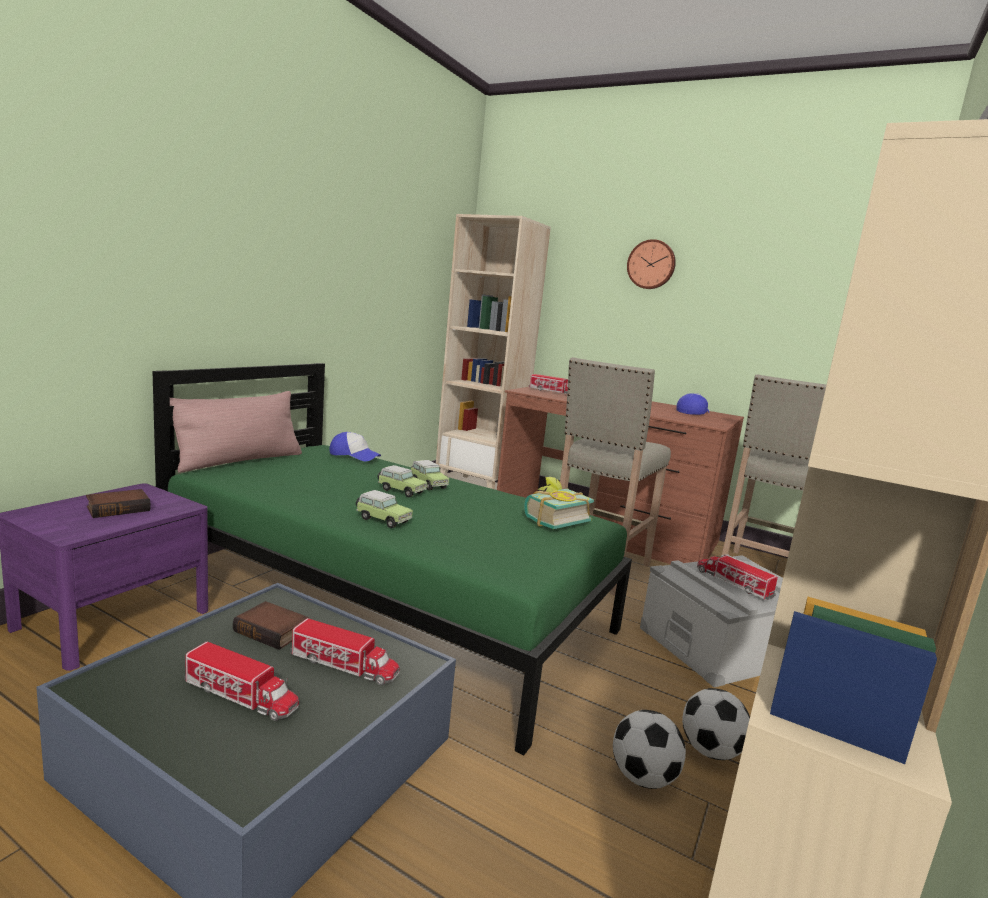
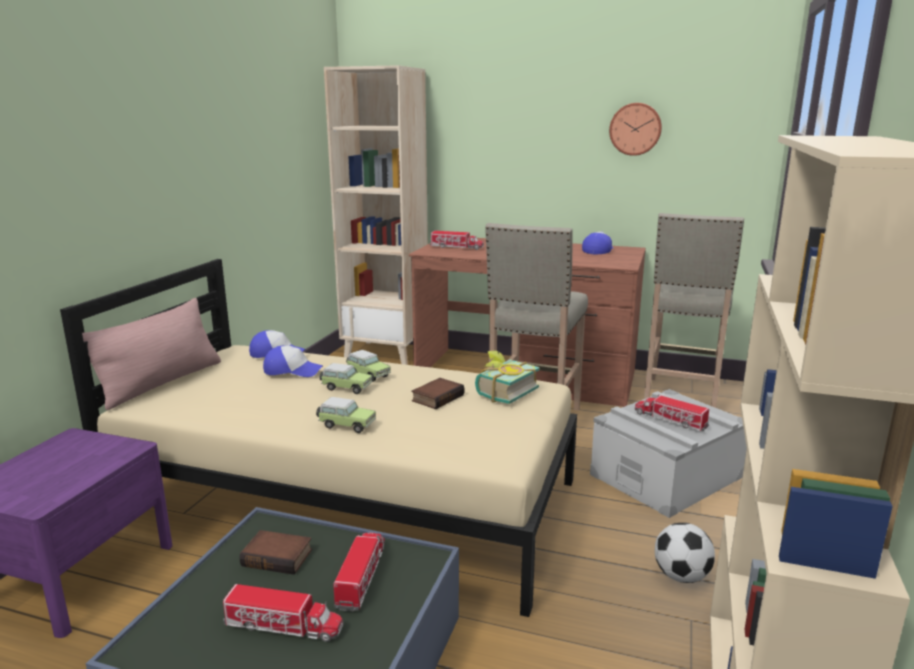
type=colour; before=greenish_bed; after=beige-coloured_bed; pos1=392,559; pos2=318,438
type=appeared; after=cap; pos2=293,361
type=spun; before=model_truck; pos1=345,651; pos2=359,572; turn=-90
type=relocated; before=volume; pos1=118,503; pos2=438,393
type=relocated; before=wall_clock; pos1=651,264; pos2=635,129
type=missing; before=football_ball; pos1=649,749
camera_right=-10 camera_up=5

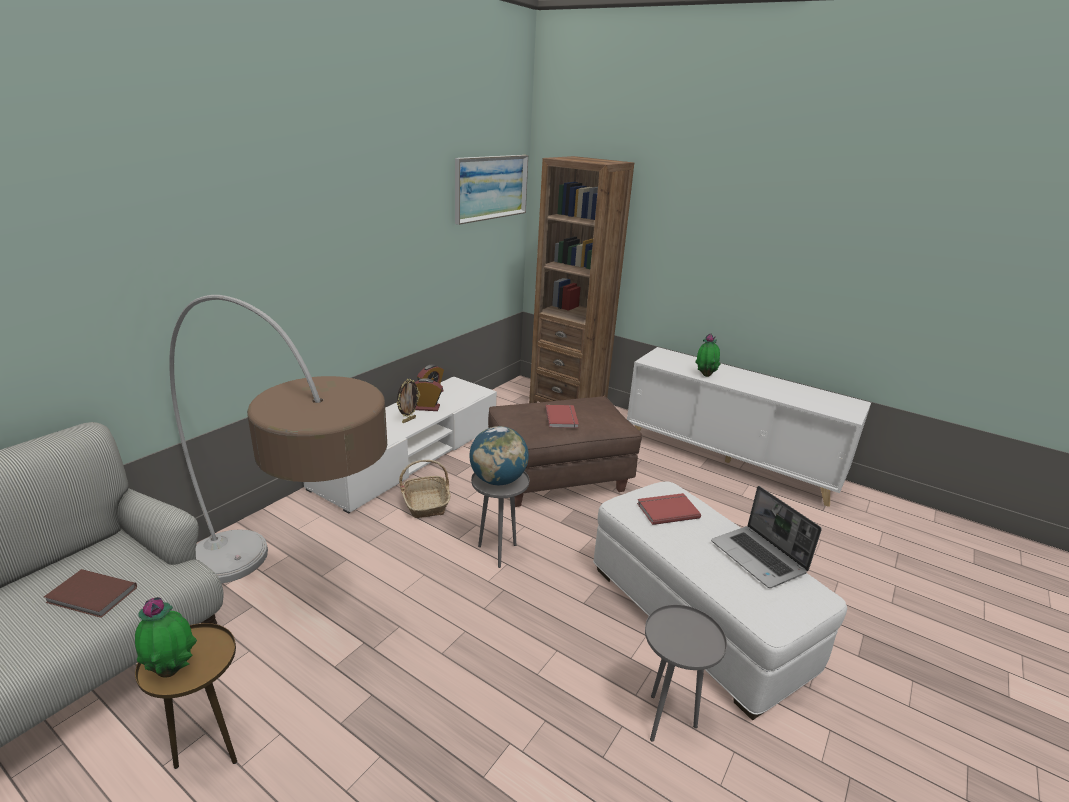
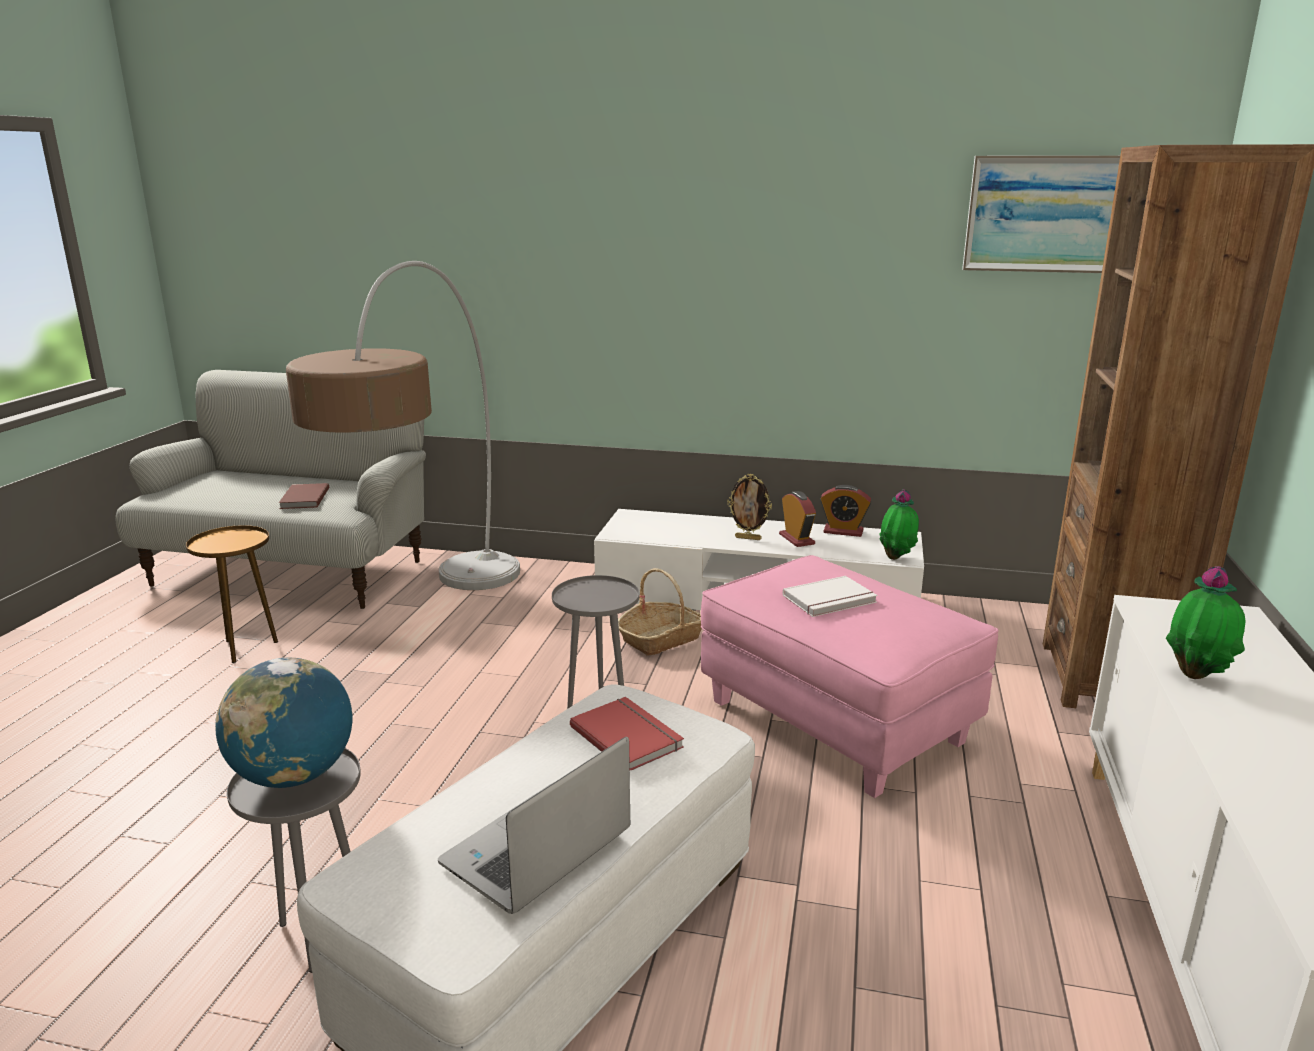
type=relocated; before=globe; pos1=499,455; pos2=283,723
type=colour; before=brown_pouffe; after=pinkish_pouffe; pos1=565,451; pos2=850,676
type=colour; before=reddish_volume; after=white-coloured_volume; pos1=562,416; pos2=830,596
type=relocated; before=houseplant; pos1=166,637; pos2=899,524
camera_right=70 camera_up=-5

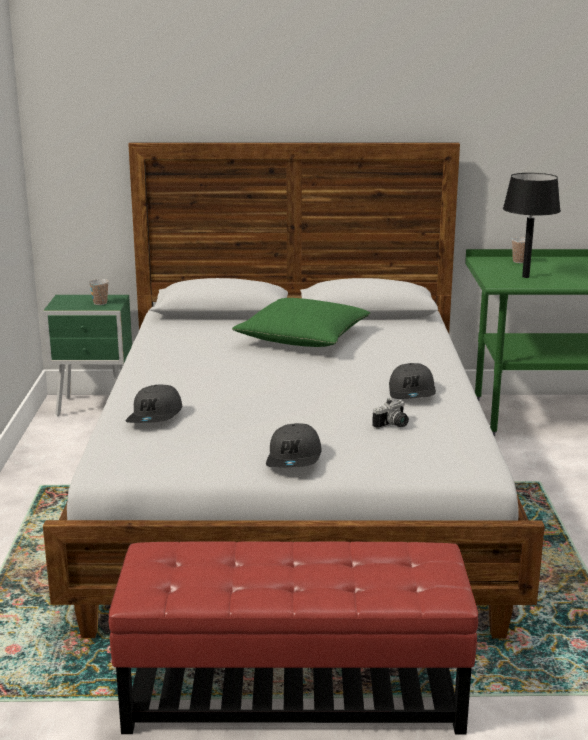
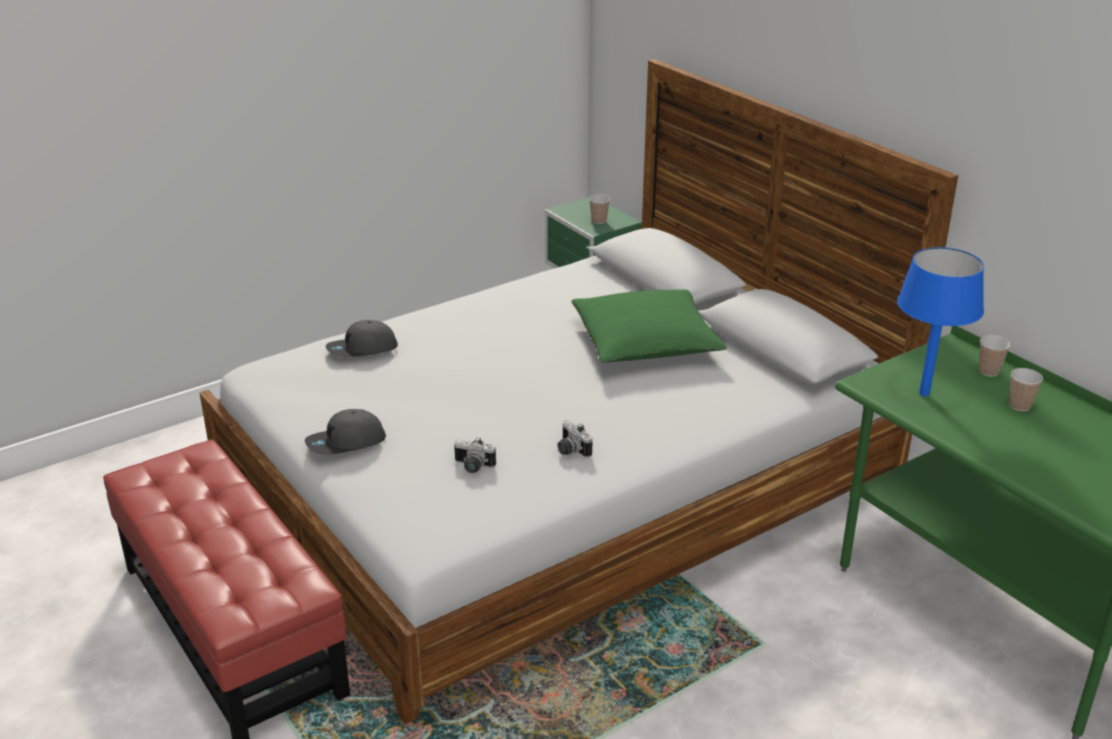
type=exchanged; before=grey_cap; after=still_camera; pos1=412,381; pos2=574,439
type=colour; before=black-coloured_lamp_for_a_table; after=blue-coloured_lamp_for_a_table; pos1=532,225; pos2=940,321
type=appeared; after=drinking_cup; pos2=1026,389
camera_right=55 camera_up=10

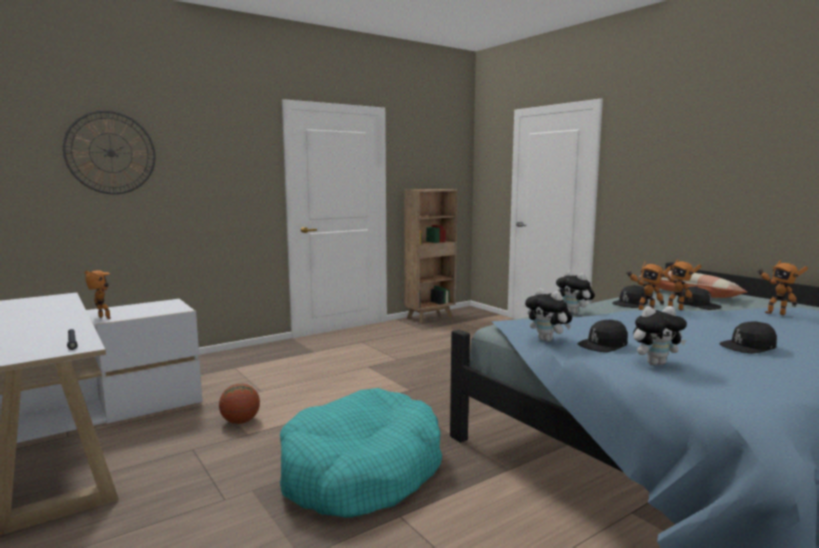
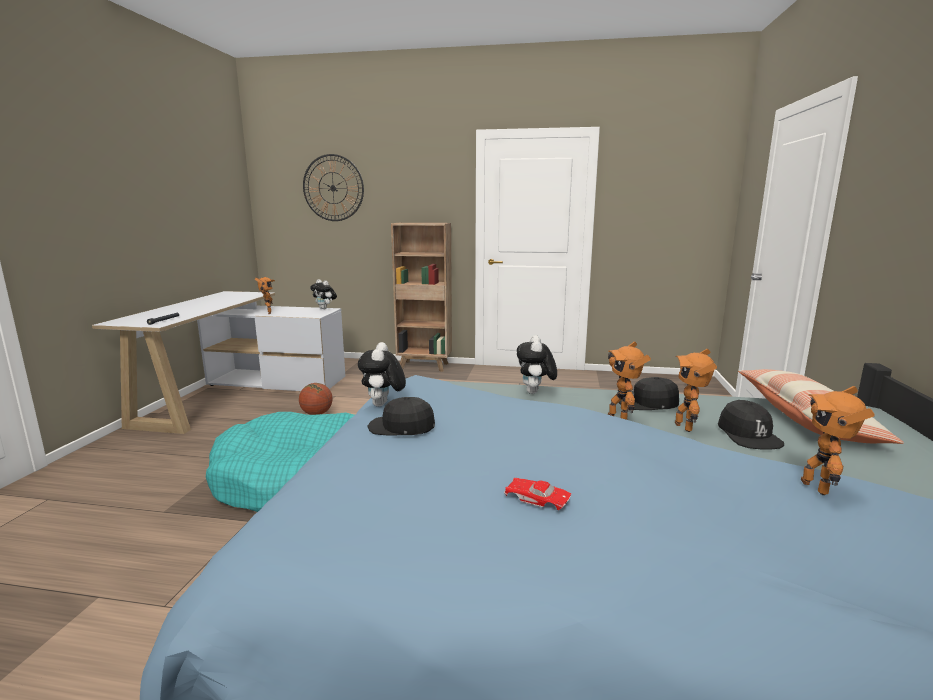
type=relocated; before=plush_toy; pos1=660,335; pos2=323,294
type=relocated; before=brown_bookcase; pos1=430,256; pos2=421,297
type=exchanged; before=black-coloured_cap; after=reddish_model_car; pos1=748,337; pos2=537,494
camera_right=45 camera_up=5

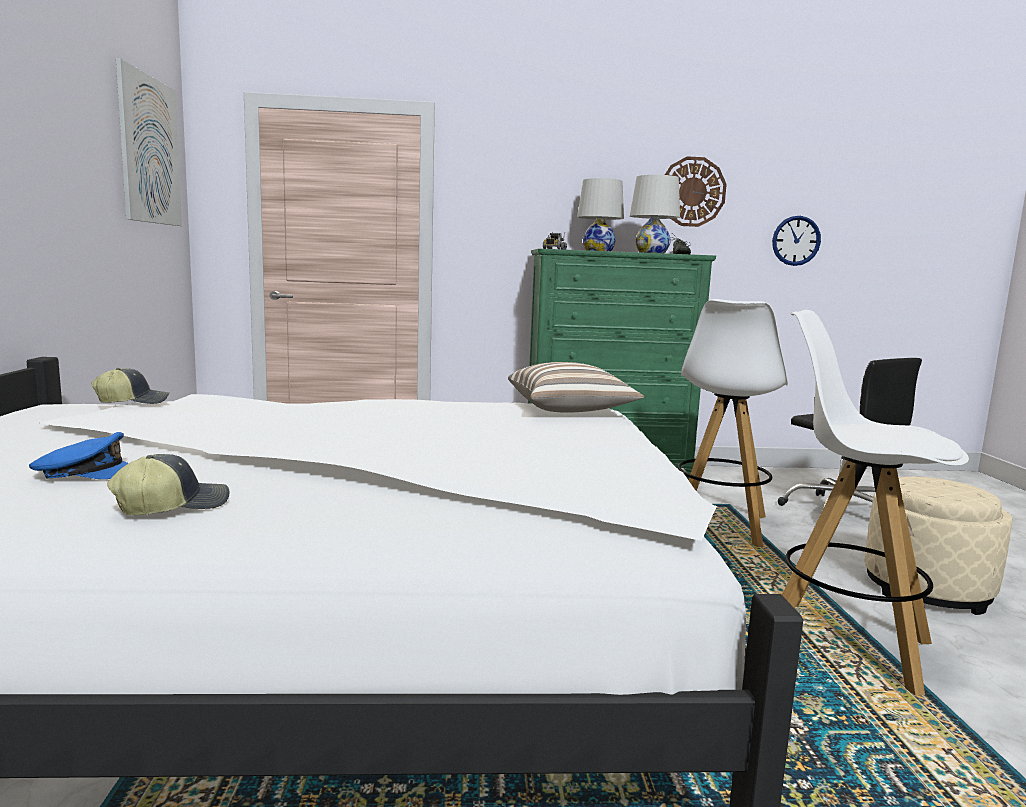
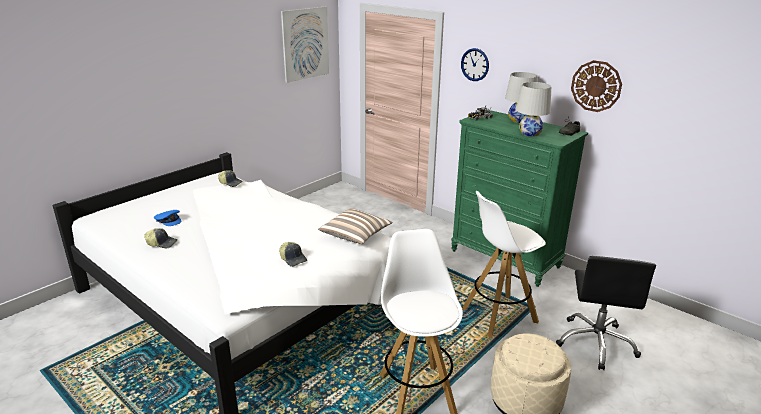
type=appeared; after=cap; pos2=293,254
type=relocated; before=wall_clock; pos1=796,241; pos2=475,64
camera_right=45 camera_up=15

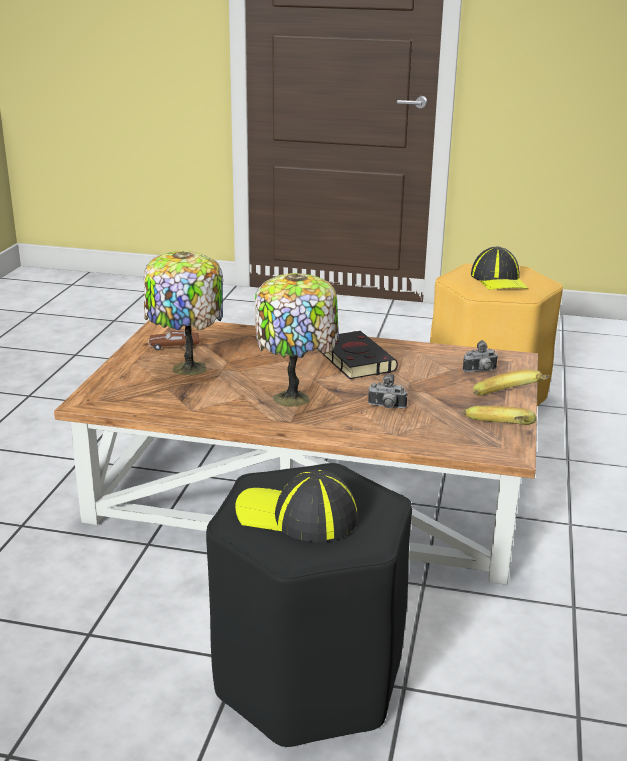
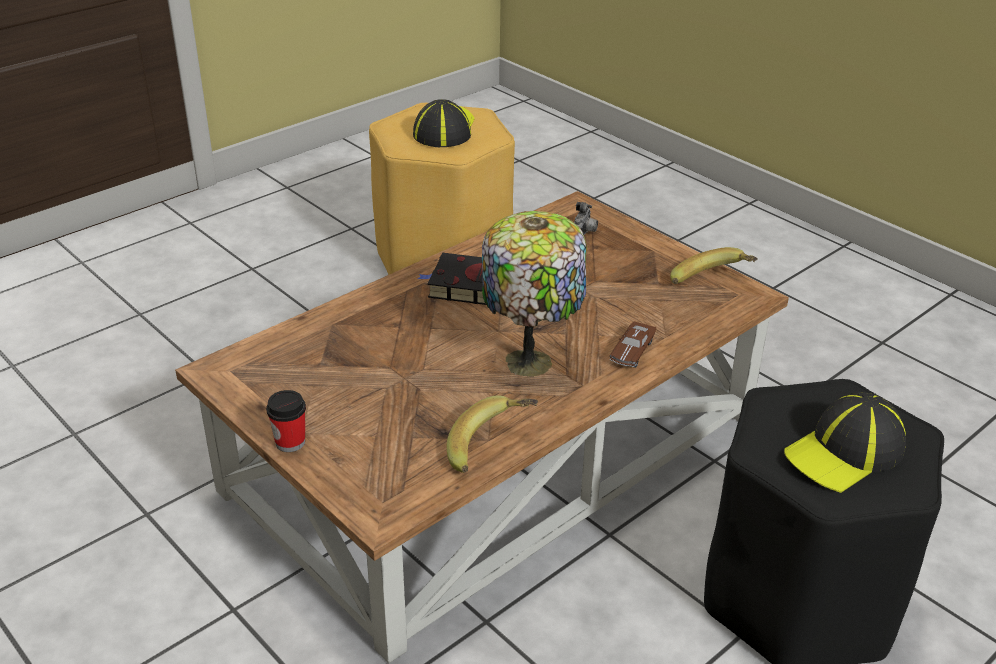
type=appeared; after=drinking_cup; pos2=286,421
type=spun; before=cap; pos1=499,268; pos2=444,123; turn=-105
type=relocated; before=banana_fruit; pos1=511,382; pos2=492,434
type=relocated; before=brown_model_car; pos1=174,340; pos2=633,344
type=missing; before=lamp_for_a_table; pos1=183,313
type=missing; before=still_camera; pos1=387,391
camera_right=-55 camera_up=10

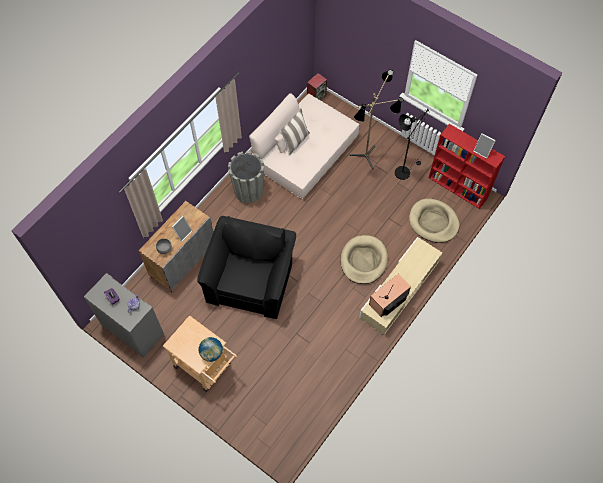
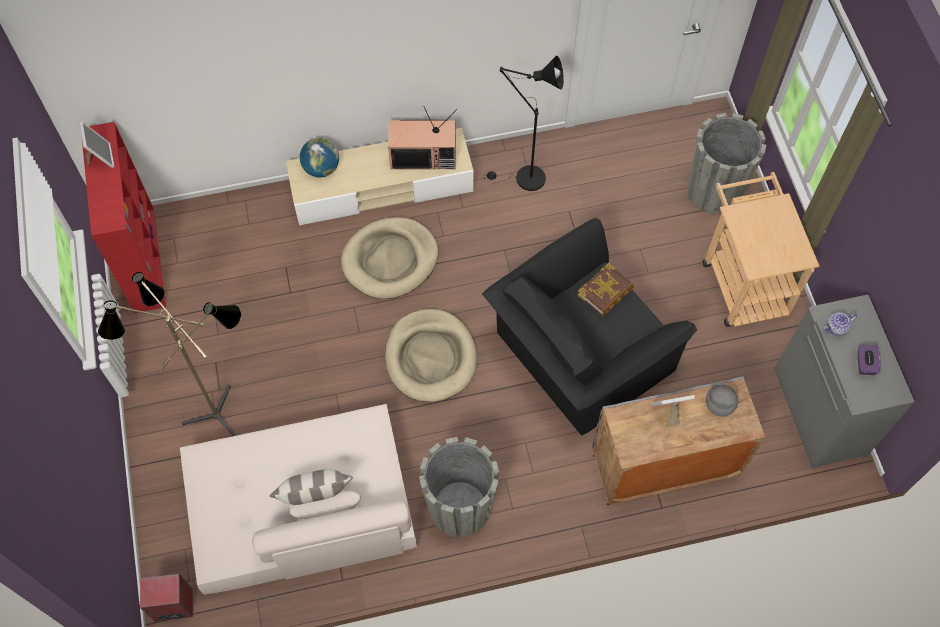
type=relocated; before=globe; pos1=211,349; pos2=319,158
type=relocated; before=beige-coloured_dog_bed; pos1=434,220; pos2=431,355
type=relocated; before=black-coloured_floor_lamp; pos1=412,144; pos2=524,123
type=appeared; after=volume; pos2=605,289
type=appeared; after=grey_plant_pot; pos2=726,164
camera_right=-140 camera_up=0

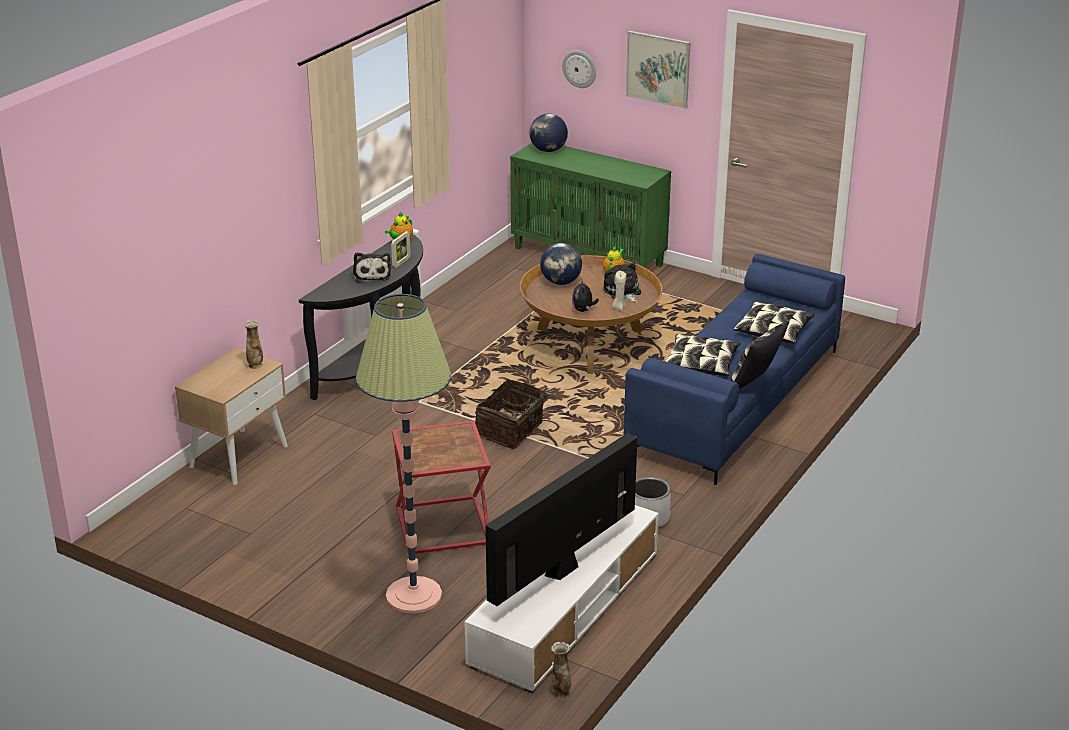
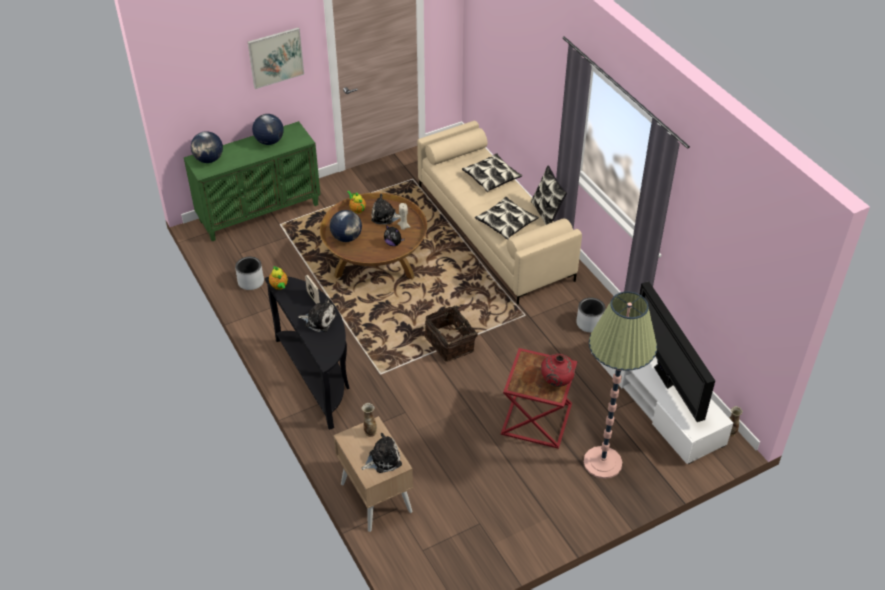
type=appeared; after=grey_plant_pot; pos2=249,273
type=appeared; after=globe; pos2=268,129
type=appeared; after=plush_toy; pos2=381,453
type=colour; before=blue-coloured_settee; after=beige-coloured_settee; pos1=734,369; pos2=499,213
type=appeared; after=reddish_flower_vase; pos2=558,370
type=missing; before=wall_clock; pos1=579,69
camera_right=-60 camera_up=15

